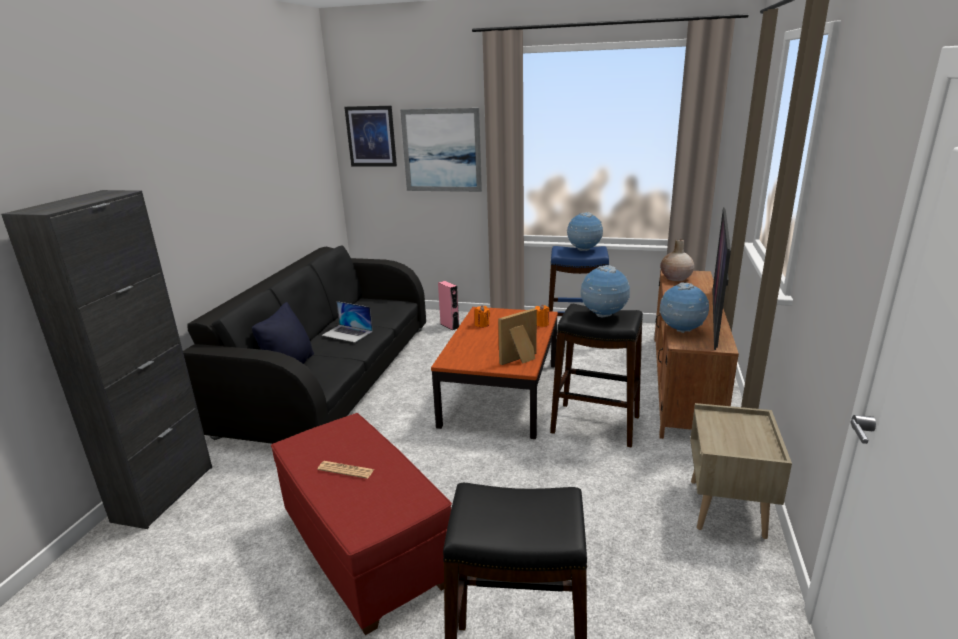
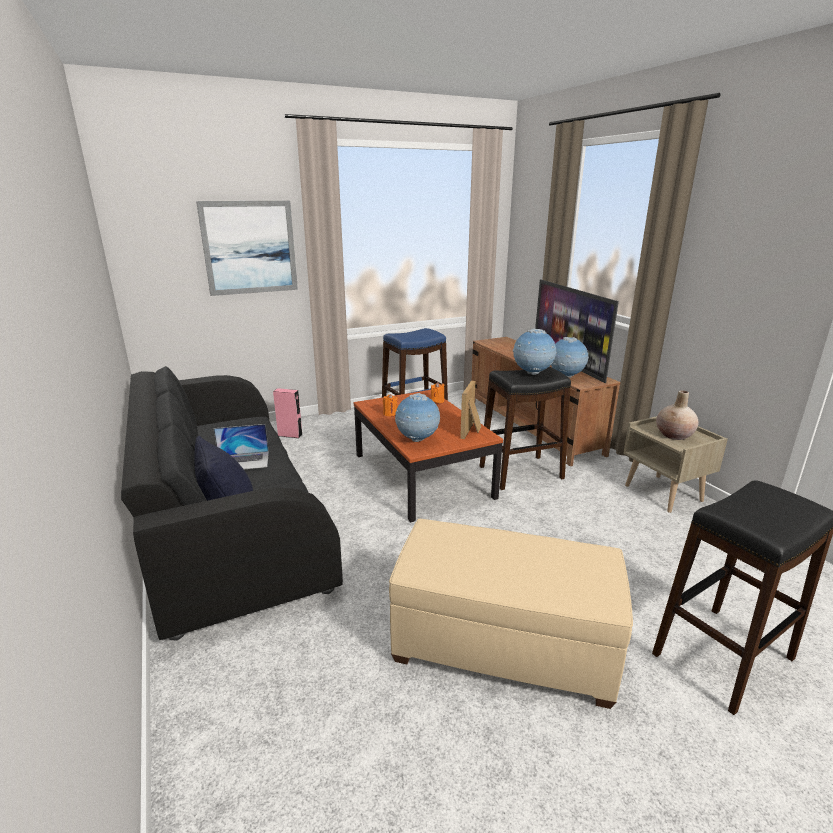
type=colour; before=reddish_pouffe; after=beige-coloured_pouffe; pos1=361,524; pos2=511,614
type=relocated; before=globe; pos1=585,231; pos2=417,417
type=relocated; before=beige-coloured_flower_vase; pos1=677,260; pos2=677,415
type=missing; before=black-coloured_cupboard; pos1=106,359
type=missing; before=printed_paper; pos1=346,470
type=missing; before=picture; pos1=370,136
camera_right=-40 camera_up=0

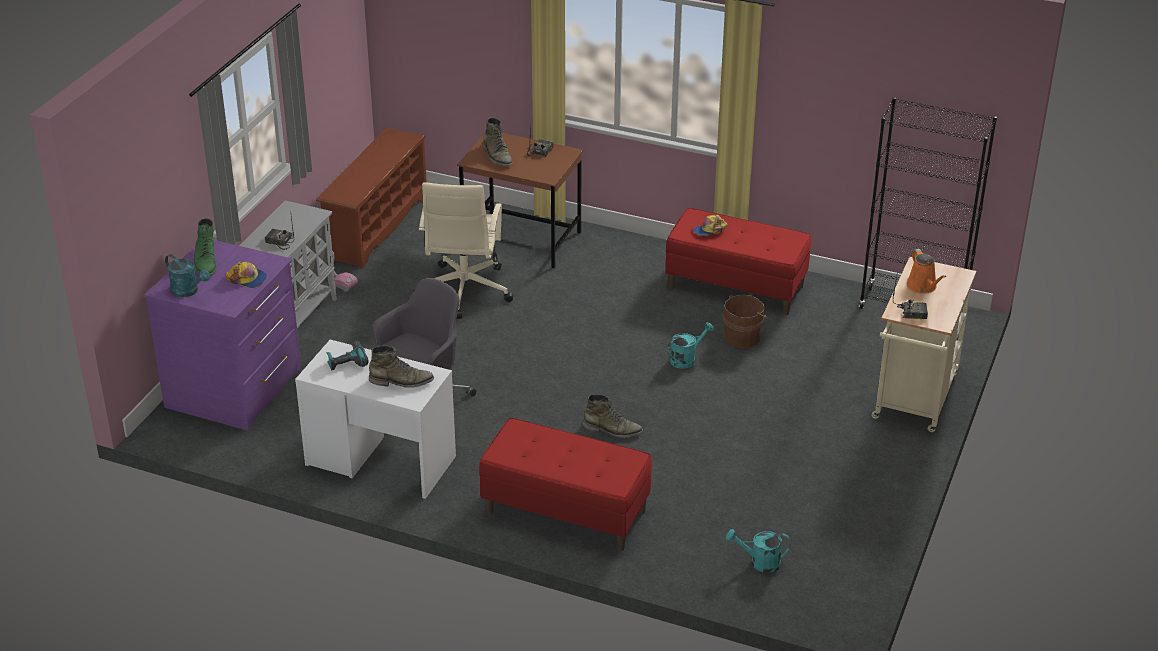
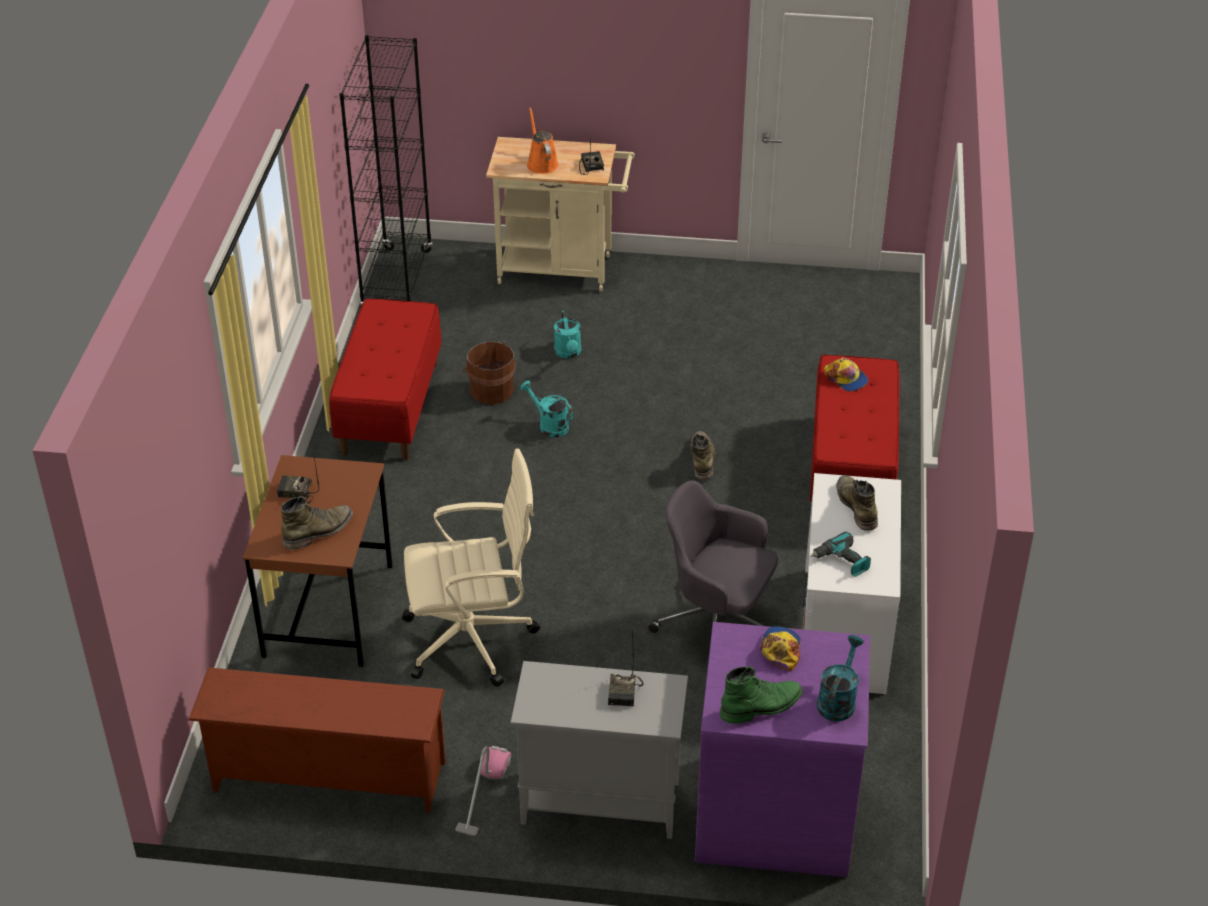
type=spun; before=orange_watering_pot; pos1=926,271; pos2=543,140; turn=-75
type=relocated; before=blue-green_watering_pot; pos1=758,551; pos2=567,335
type=relocated; before=cap; pos1=710,225; pos2=846,374
camera_right=-105 camera_up=5

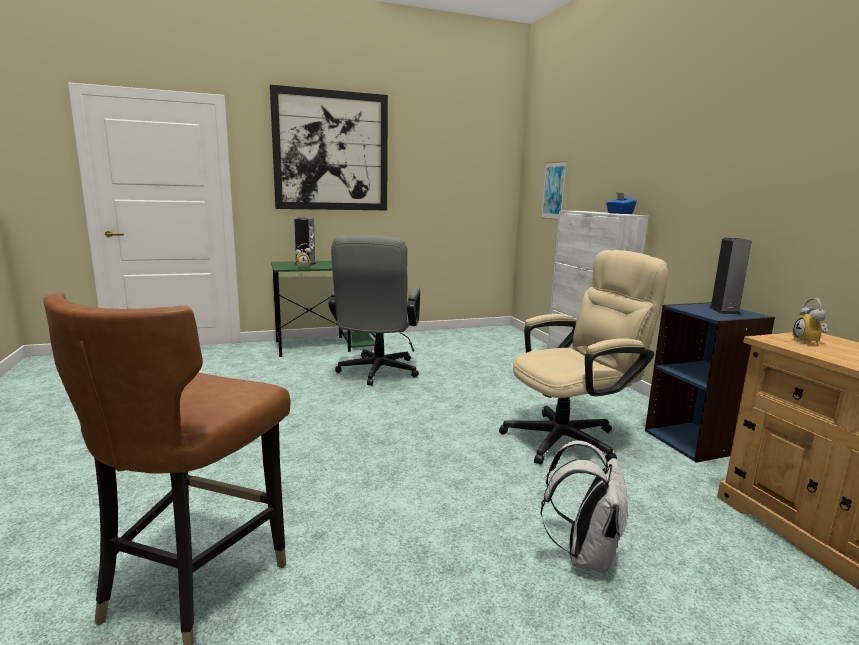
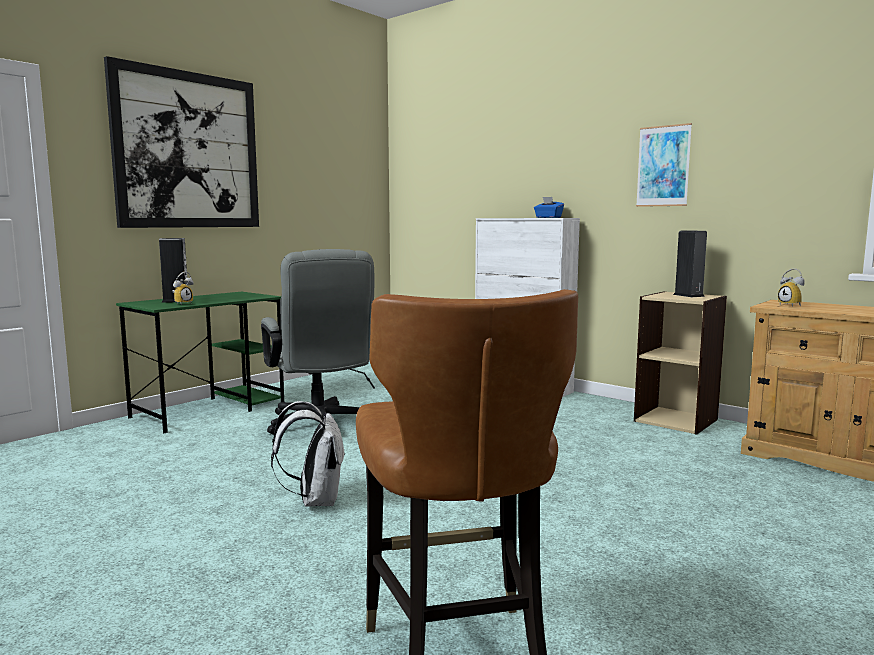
type=relocated; before=white-coloured_rucksack; pos1=584,507; pos2=308,454
type=colour; before=blue-coloured_bookcase; after=beige-coloured_bookcase; pos1=710,382; pos2=680,363
type=relocated; before=picture; pos1=554,190; pos2=664,165
type=missing; before=beige-coloured_desk_chair; pos1=583,357
camera_right=-30 camera_up=-5

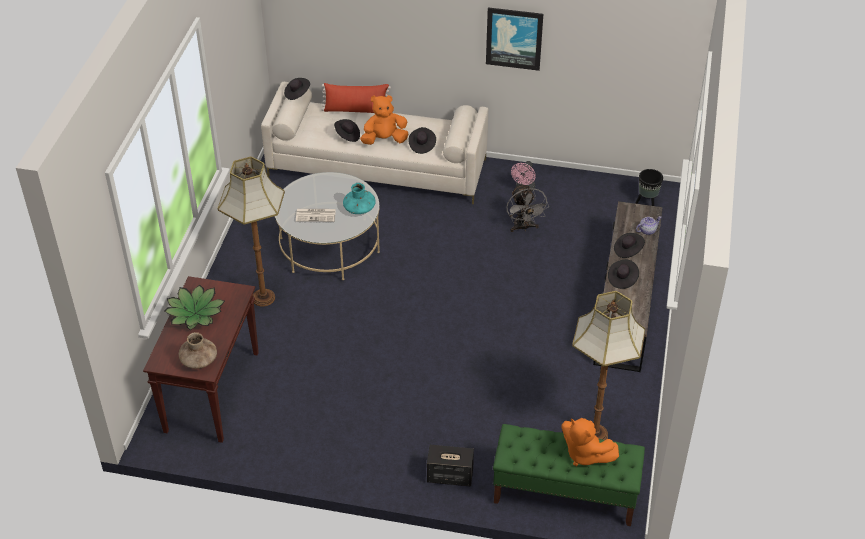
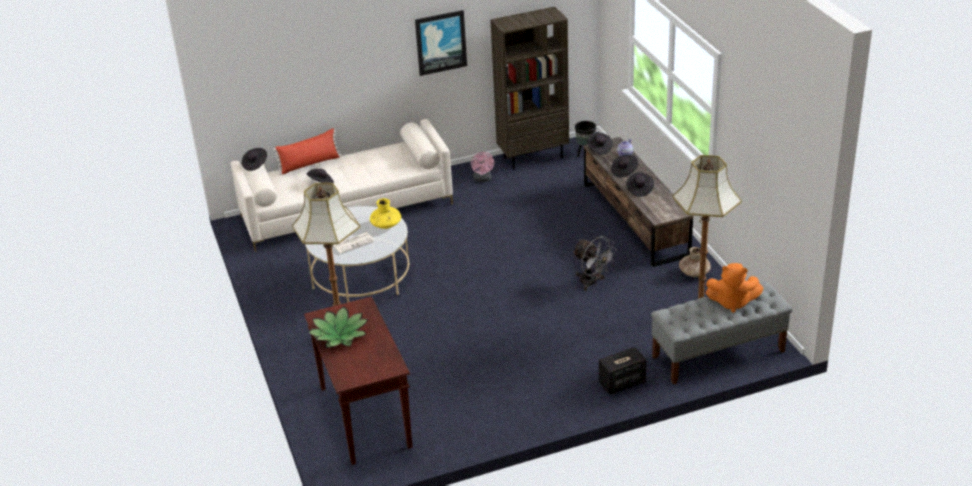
type=colour; before=blue-green_flower_vase; after=yellow-coloured_flower_vase; pos1=359,198; pos2=385,213
type=appeared; after=brown_bookcase; pos2=529,88
type=relocated; before=grey_electric_fan; pos1=527,207; pos2=595,263
type=relocated; before=black-coloured_clothing_hat; pos1=422,140; pos2=600,144
type=colour; before=greenish_long_seat; after=grey_long_seat; pos1=569,475; pos2=721,333
type=relocated; before=brown_flower_vase; pos1=198,350; pos2=695,262
type=missing; before=orange_plush_toy; pos1=384,120
camera_right=-30 camera_up=-10

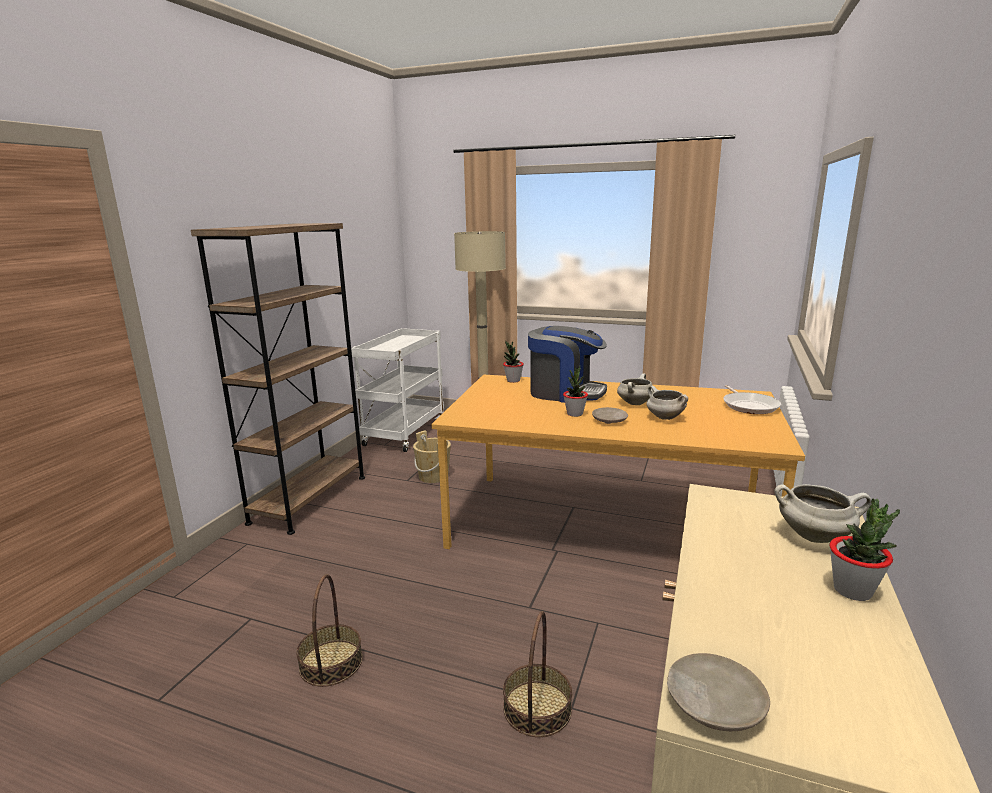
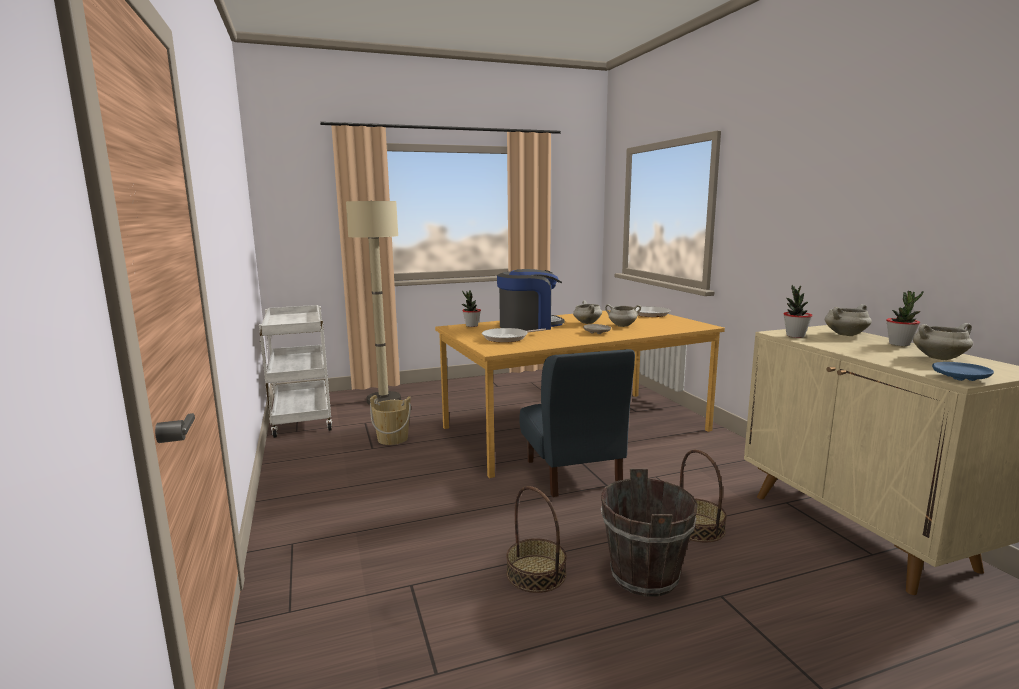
type=appeared; after=frying_pan; pos2=514,335
type=appeared; after=blue-coloured_upright_chair; pos2=577,423
type=appeared; after=brown_water_bucket; pos2=649,533
type=relocated; before=houseplant; pos1=575,391; pos2=798,311
type=appeared; after=white-coloured_cooking_pot; pos2=943,341
type=colour; before=beige-coloured_dinner_plate; after=blue-coloured_dinner_plate; pos1=718,692; pos2=963,371
type=missing; before=brown_bookcase; pos1=278,379
camera_right=-40 camera_up=-5

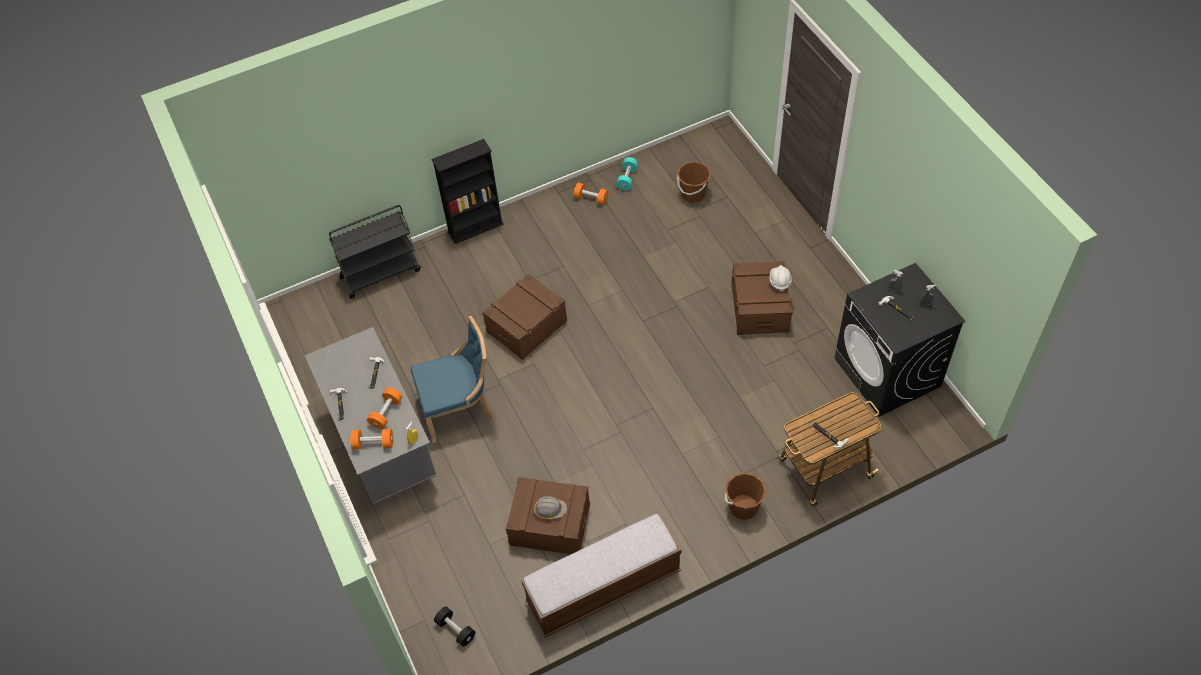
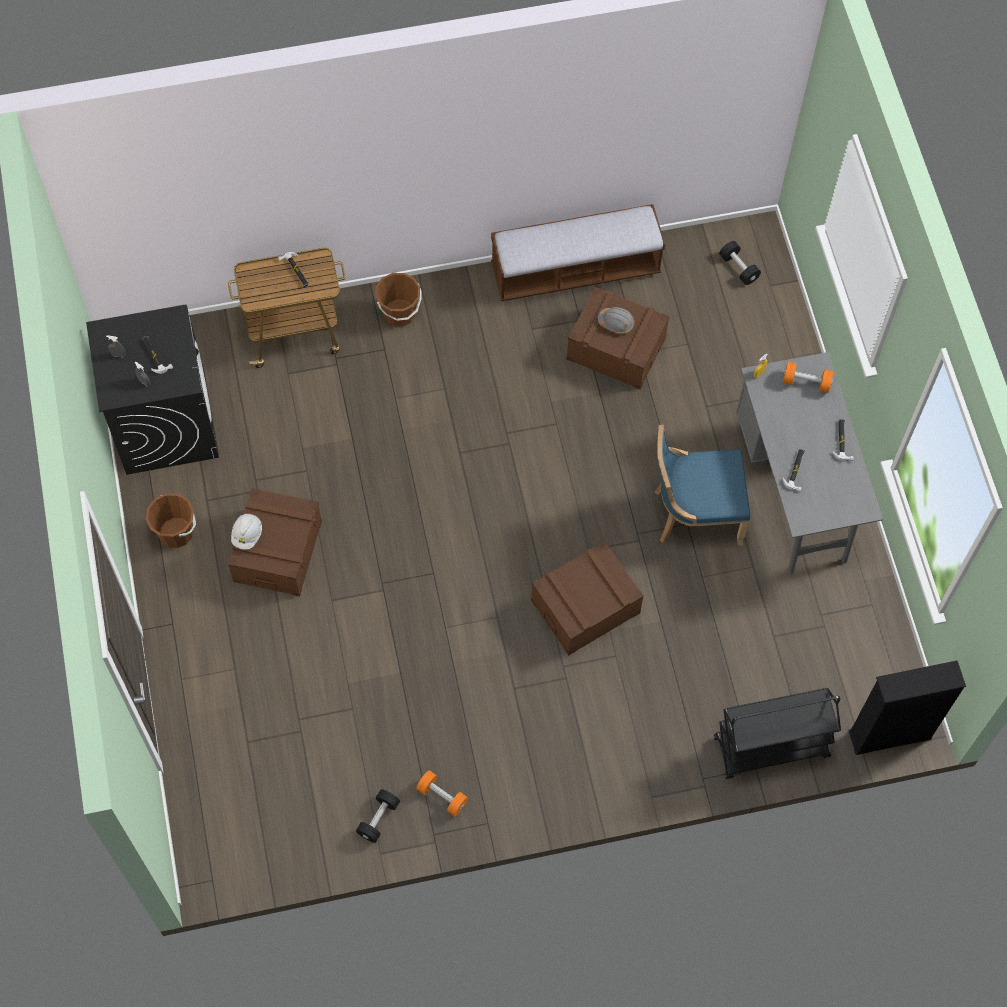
type=relocated; before=brown_water_bucket; pos1=694,182; pos2=171,520
type=colour; before=blue-green_hand_weight; after=black-coloured_hand_weight; pos1=627,173; pos2=378,816
type=relocated; before=black-coloured_bookcase; pos1=467,191; pos2=907,707
type=missing; before=orange_hand_weight; pos1=384,408
camera_right=-170 camera_up=10

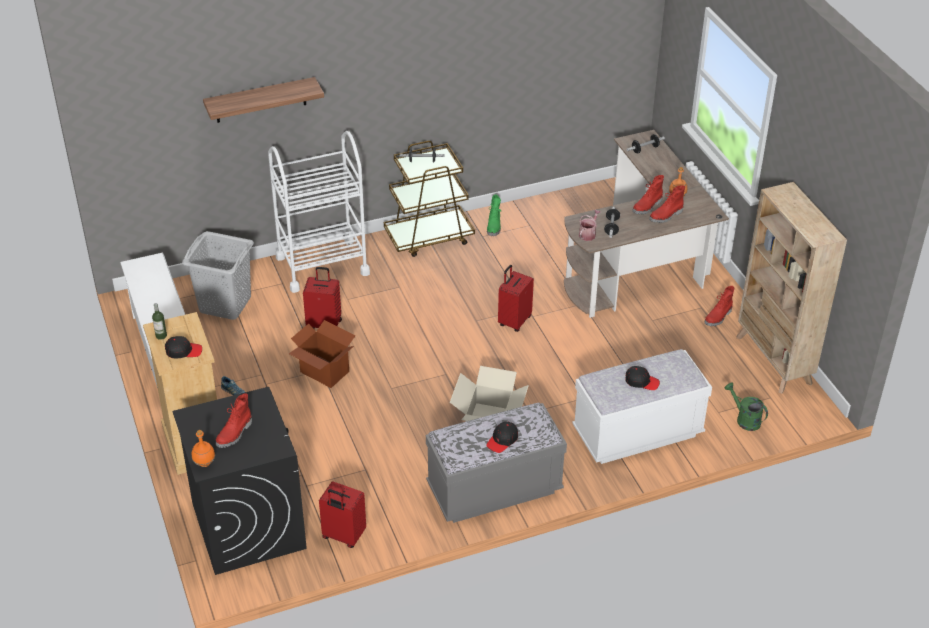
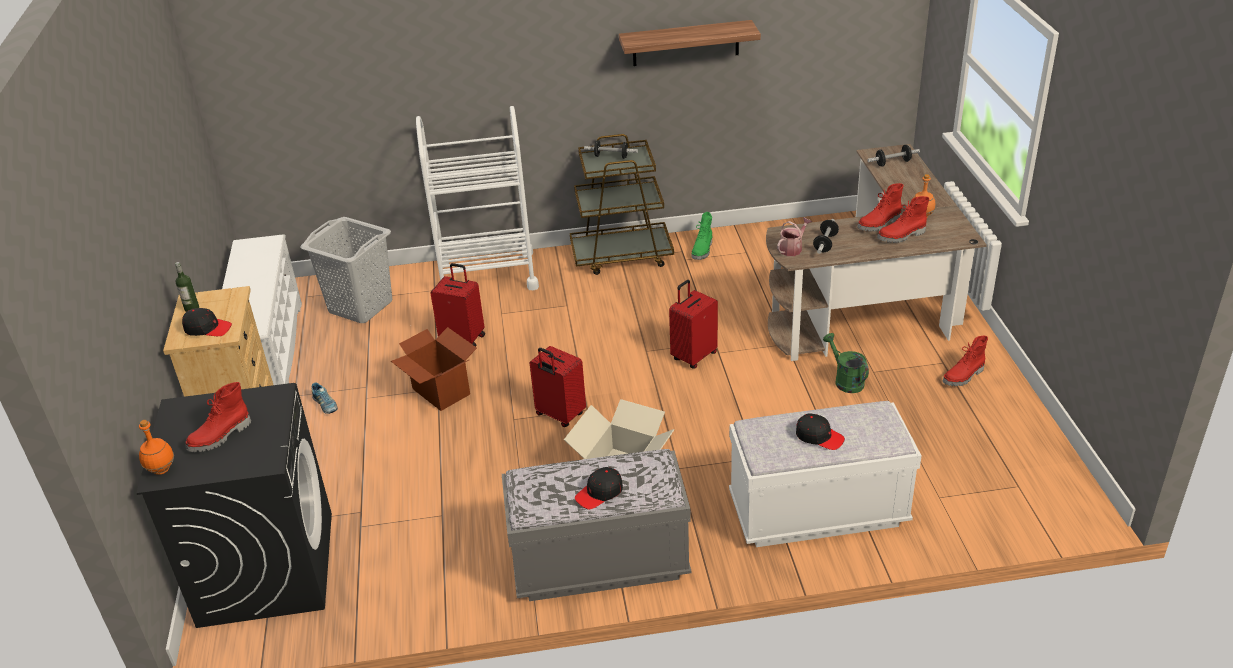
type=relocated; before=reddish_travel_case; pos1=342,515; pos2=558,386
type=relocated; before=shelf; pos1=263,100; pos2=690,43
type=relocated; before=greenish_watering_pot; pos1=746,407; pos2=846,363
type=missing; before=beige-coloured_bookcase; pos1=791,288
camera_right=15 camera_up=-5

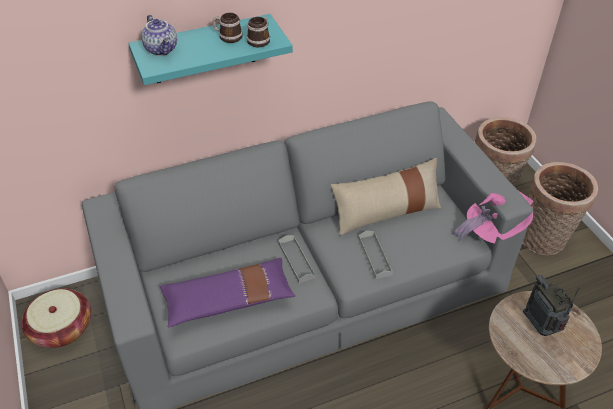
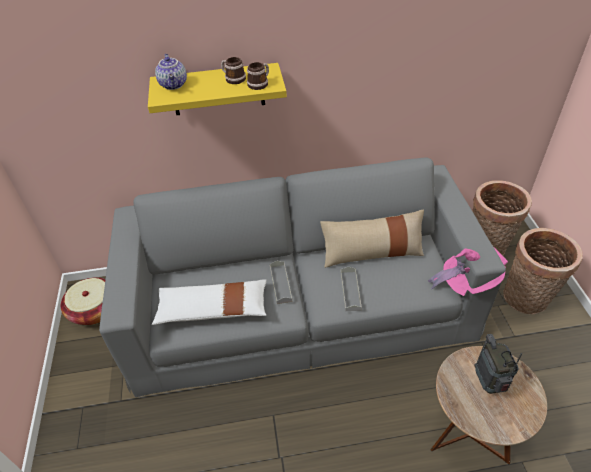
type=colour; before=blue-green_shelf; after=yellow-coloured_shelf; pos1=210,49; pos2=217,89
type=colour; before=purple_cushion; after=white-coloured_cushion; pos1=228,293; pos2=209,302
camera_right=15 camera_up=0

